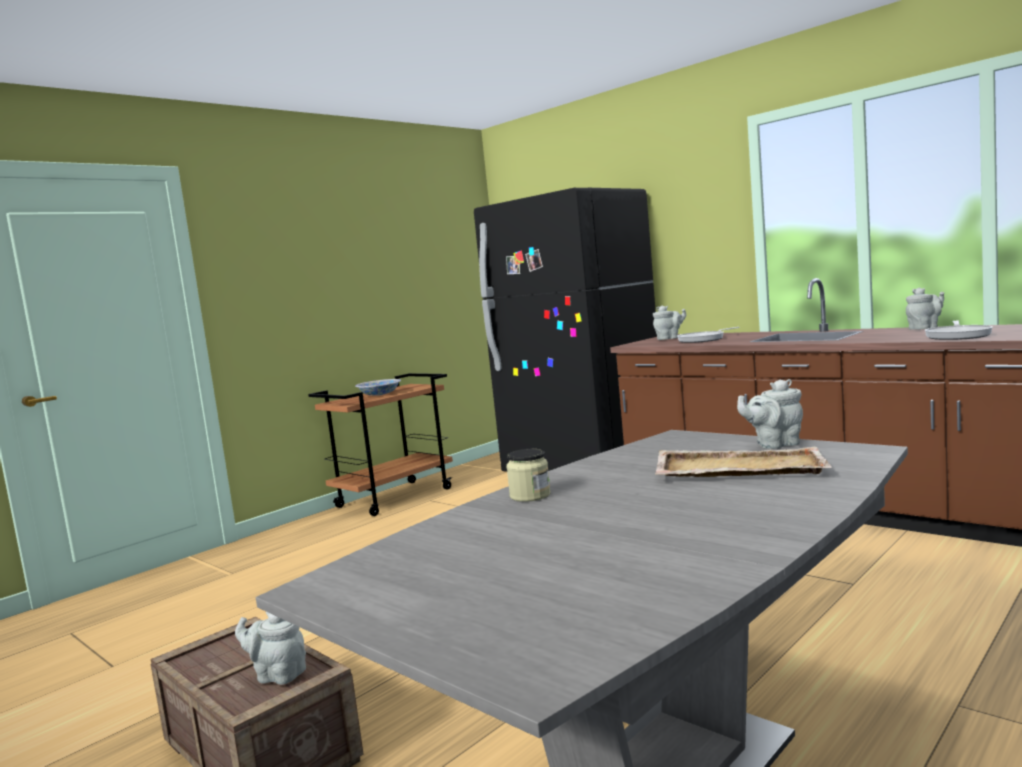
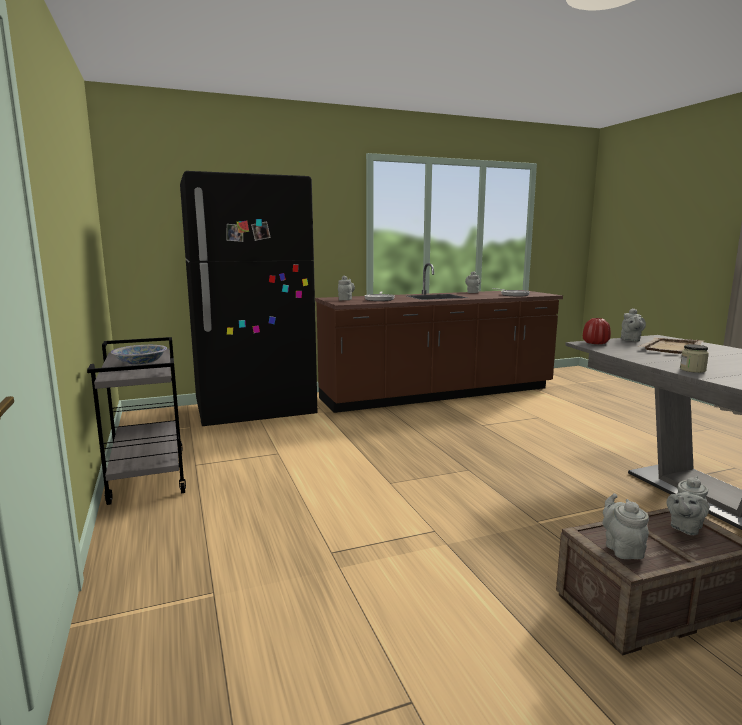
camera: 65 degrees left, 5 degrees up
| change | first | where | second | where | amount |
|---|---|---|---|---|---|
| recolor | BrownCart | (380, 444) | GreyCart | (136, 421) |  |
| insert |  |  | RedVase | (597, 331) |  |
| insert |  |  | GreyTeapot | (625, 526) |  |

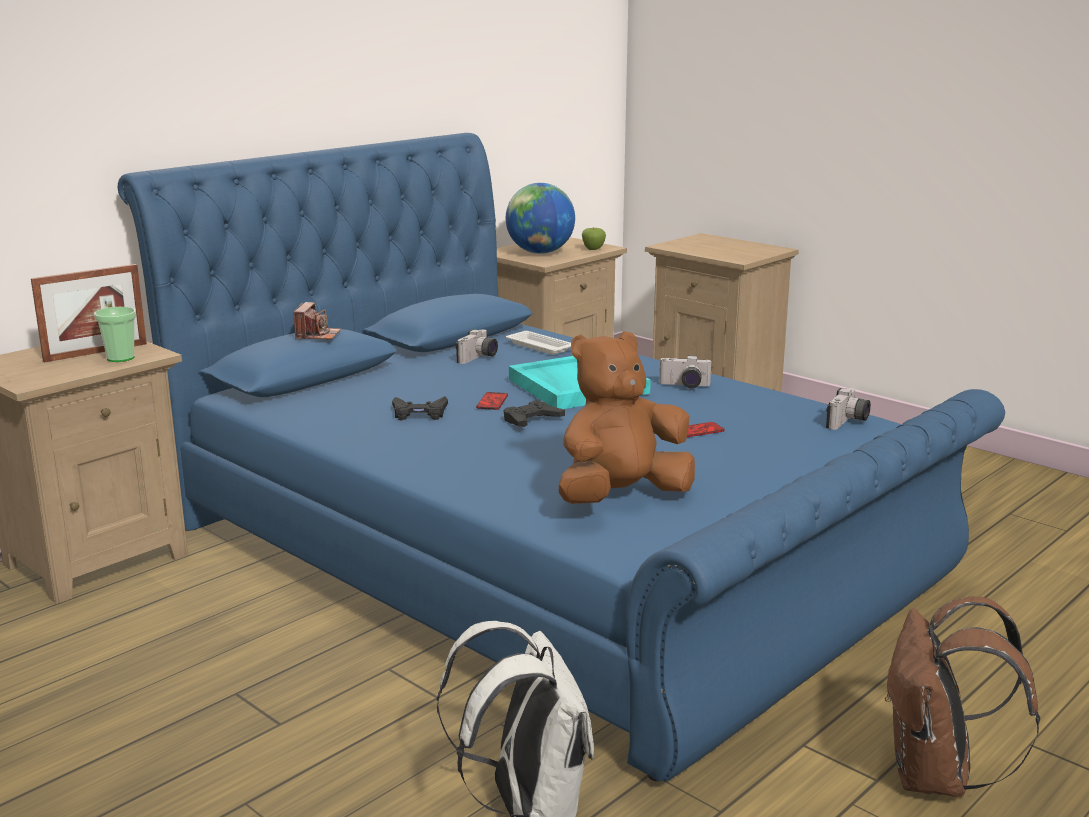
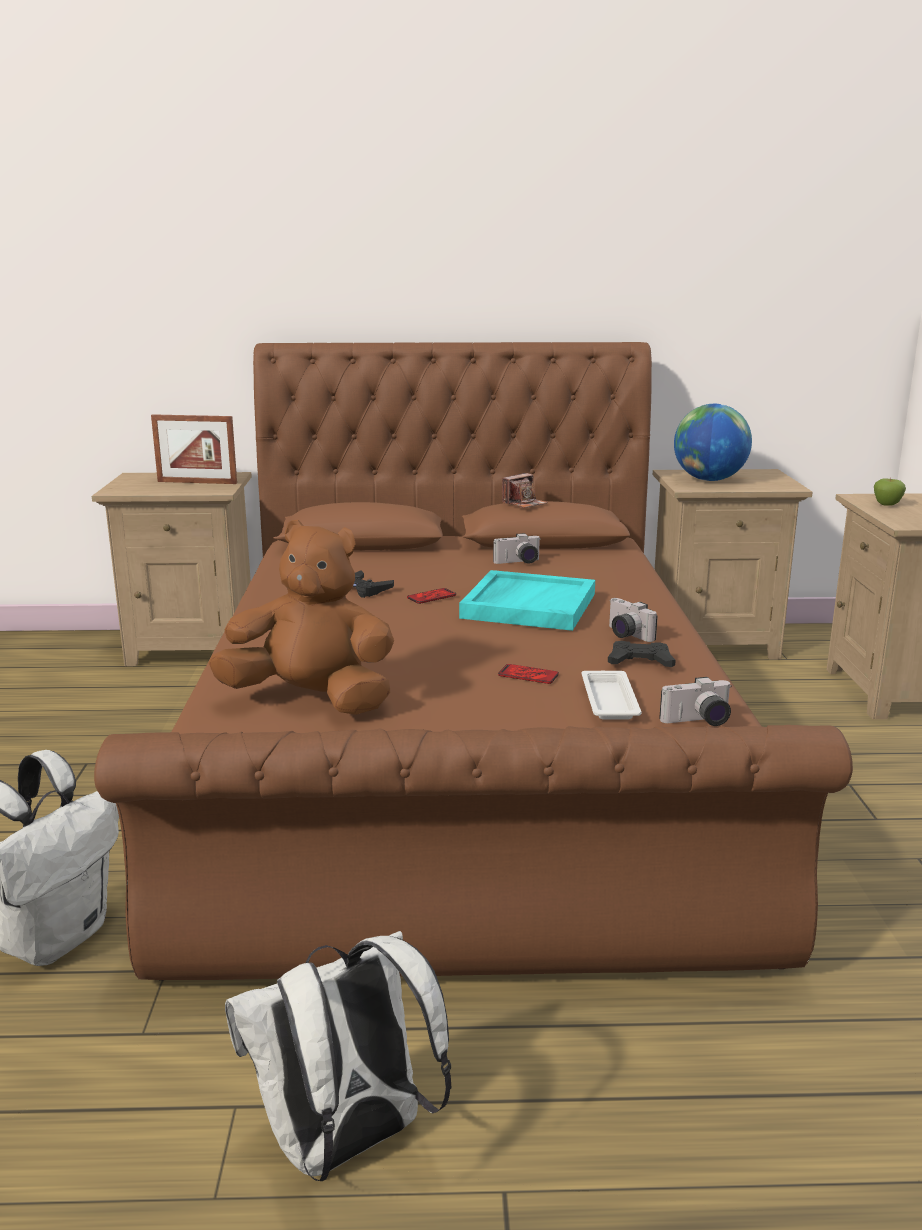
camera: 45 degrees right, 0 degrees up
| change | first | where | second | where | amount |
|---|---|---|---|---|---|
| recolor | BlueBed | (561, 457) | BrownBed | (473, 661) |  |
| recolor | BrownBackpack | (962, 696) | WhiteBackpack | (338, 1056) |  |
| move | PhotoCamera | (317, 320) |  | (525, 490) |  |
| move | WhiteTray | (538, 343) |  | (611, 695) |  |
| move | BlackGameController | (534, 413) |  | (642, 654) |  |
| move | Apple | (594, 238) |  | (890, 492) |  |
| delete | Cup | (115, 334) |  |  |  |

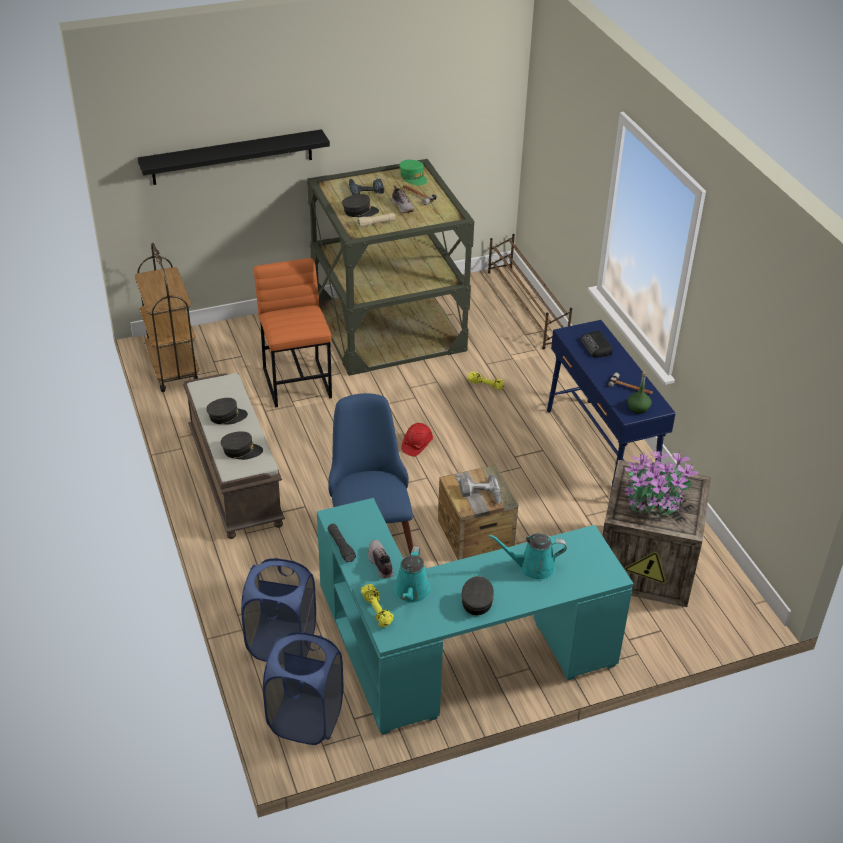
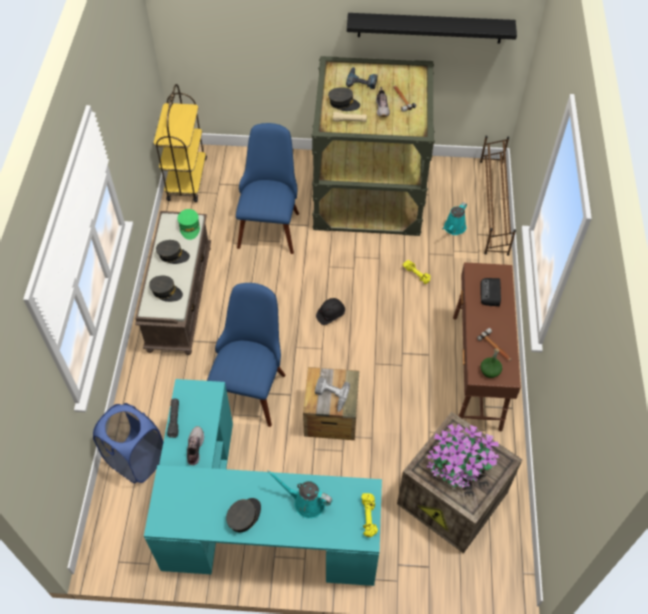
camera: 25 degrees right, 15 degrees up
| change | first | where | second | where | amount |
|---|---|---|---|---|---|
| recolor | BrownCart | (167, 317) | YellowCart | (180, 143) |  |
| move | GreenCap | (413, 173) |  | (188, 224) |  |
| replace | OrangeStool | (293, 333) | BlueChair | (267, 188) |  |
| recolor | RedHardHat | (417, 439) | BlackHardHat | (330, 311) |  |
| move | BlackShelf | (233, 157) |  | (432, 28) |  |
| move | YellowDumbbell | (377, 606) |  | (369, 515) |  |
| move | TurquoiseWateringCan | (412, 575) |  | (454, 218) |  |
| recolor | BlueConsoleTable | (611, 407) | BrownConsoleTable | (487, 346) |  |
| delete | BlueLaundryBasket | (303, 688) |  |  |  |

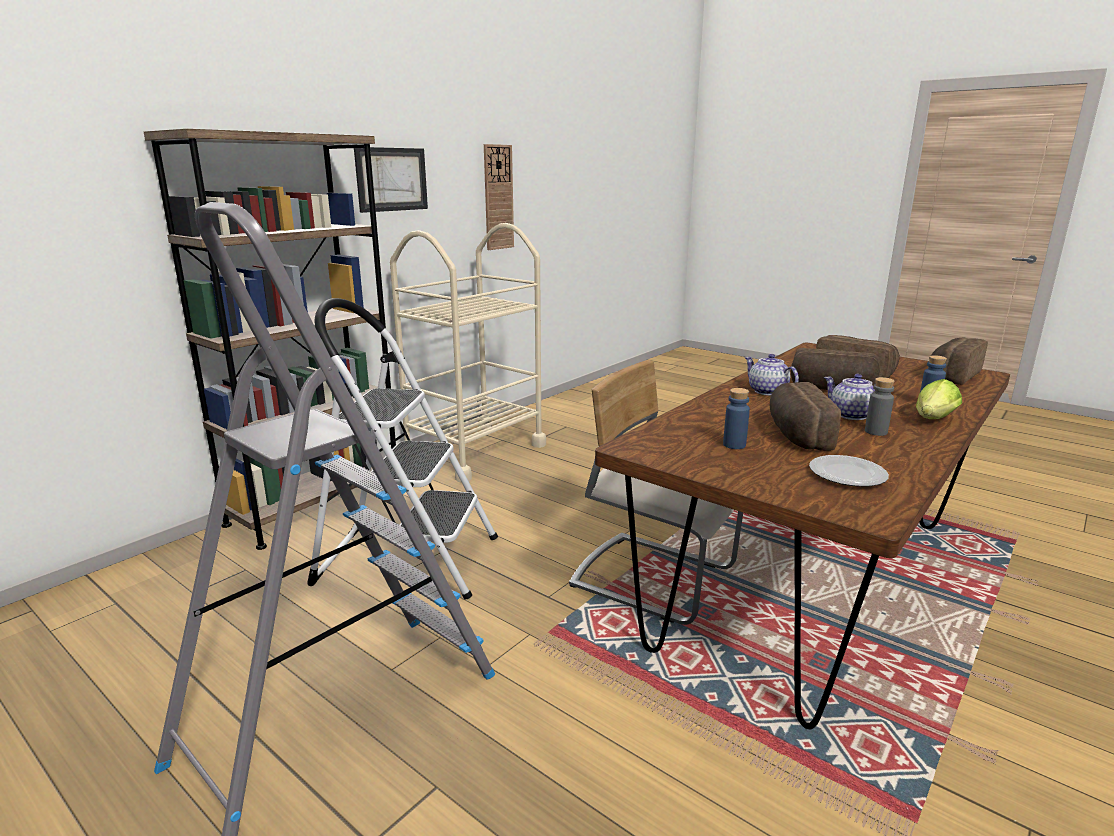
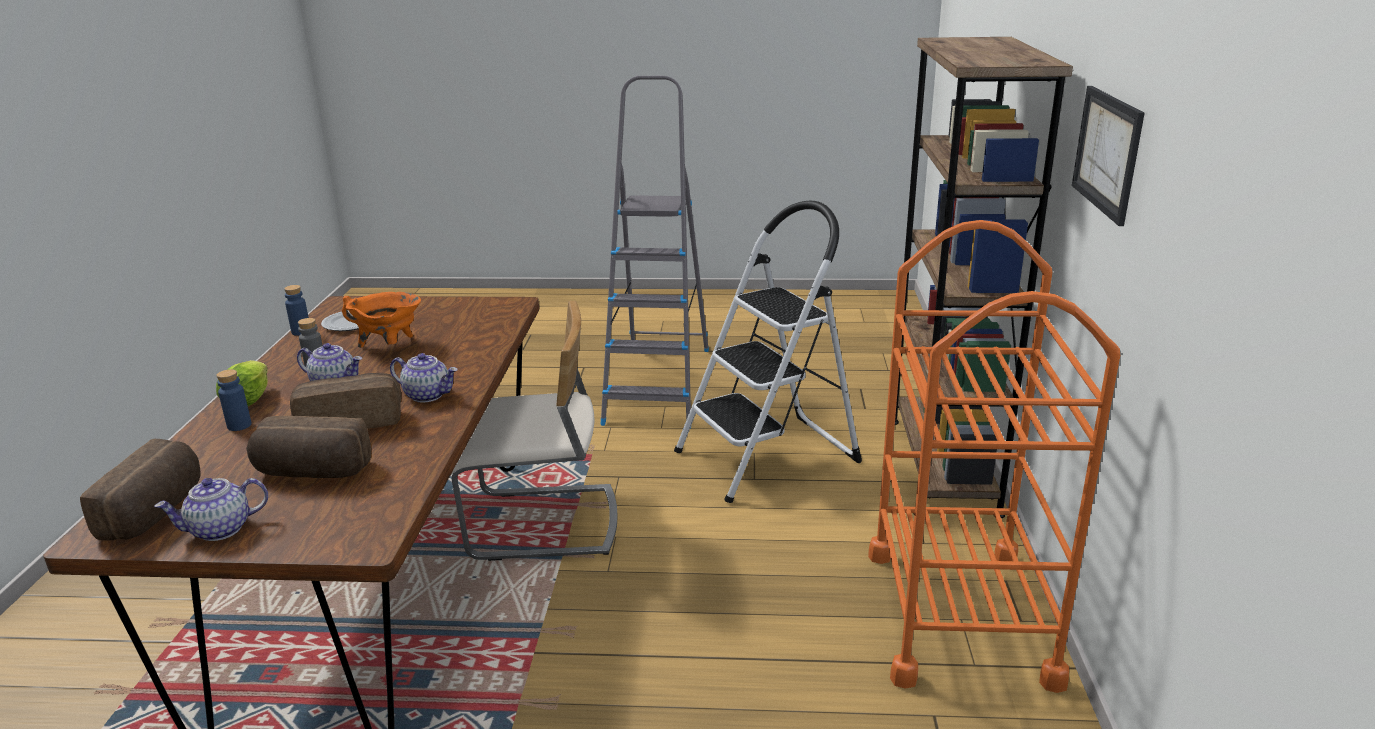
camera: 145 degrees right, 5 degrees up
| change | first | where | second | where | amount |
|---|---|---|---|---|---|
| insert |  |  | Teapot | (211, 509) |  |
| move | BlueBottle | (736, 418) |  | (296, 310) |  |
| replace | Bread | (805, 416) | OrangeCookingPot | (381, 320) |  |
| recolor | BeigeCart | (468, 353) | OrangeCart | (994, 456) |  |
| delete | WallClock | (499, 197) |  |  |  |

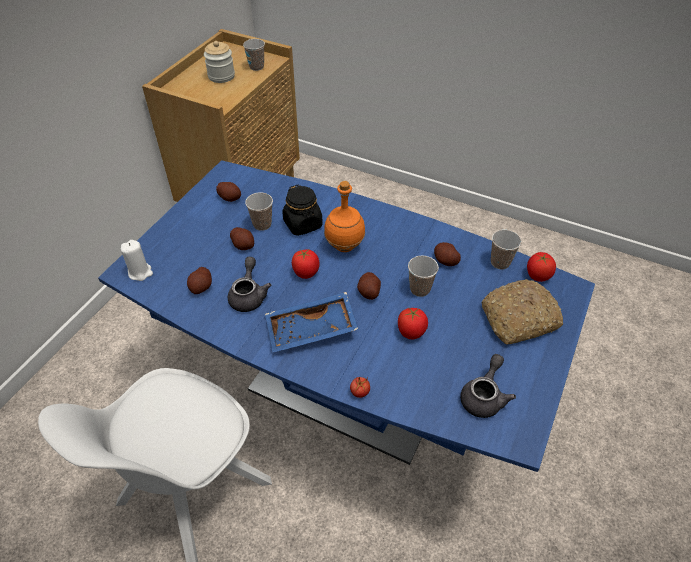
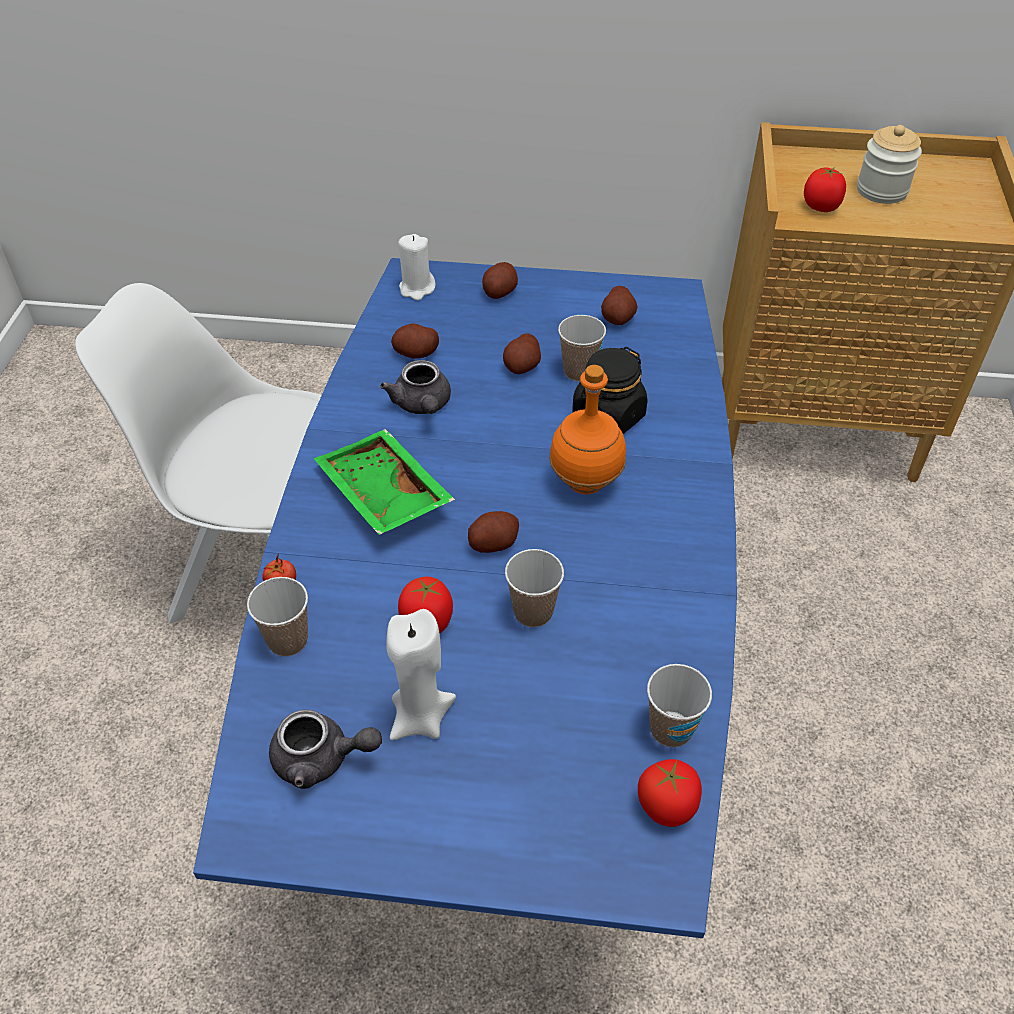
camera: 70 degrees right, 0 degrees up
| change | first | where | second | where | amount |
|---|---|---|---|---|---|
| move | Cup | (254, 55) |  | (277, 616) |  |
| recolor | BlueTray | (311, 322) | GreenTray | (384, 482) |  |
| rotate | GreyTeapot | (249, 284) |  | (415, 387) | 90 degrees clockwise |
| insert |  |  | WhiteCandle | (421, 674) |  |
| move | Potato | (447, 254) |  | (500, 280) |  |
| move | Tomato | (306, 264) |  | (825, 189) |  |
| delete | Bread | (522, 311) |  |  |  |

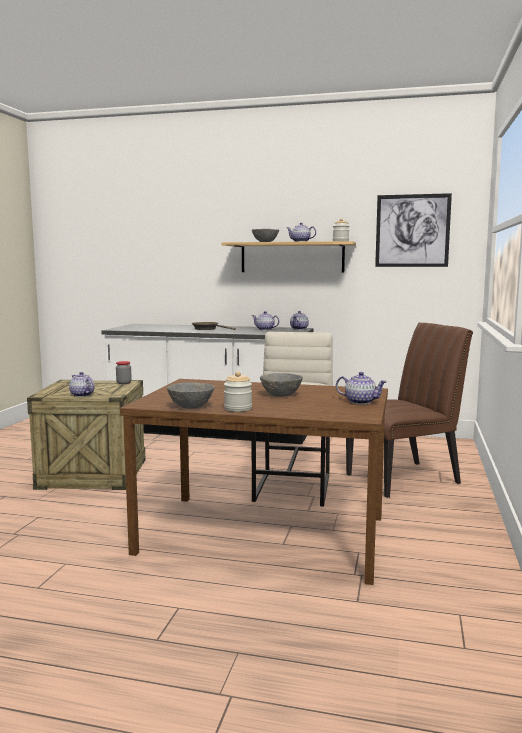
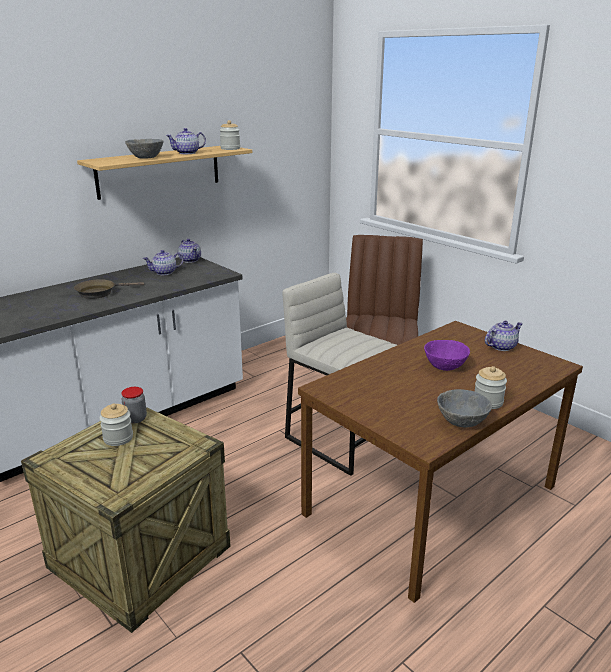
camera: 55 degrees left, 15 degrees up
| change | first | where | second | where | amount |
|---|---|---|---|---|---|
| insert |  |  | Jar | (116, 424) |  |
| recolor | GreyBowl | (281, 385) | PurpleBowl | (447, 355) |  |
| delete | Teapot | (82, 384) |  |  |  |
| delete | Picture | (413, 230) |  |  |  |

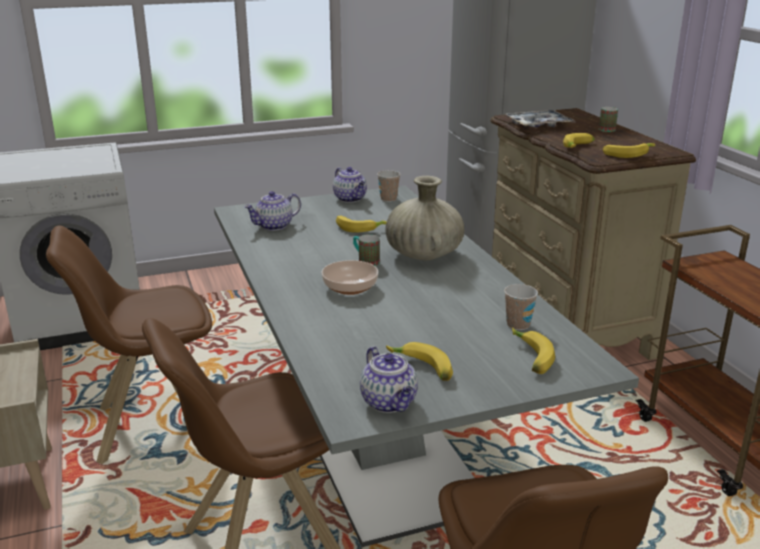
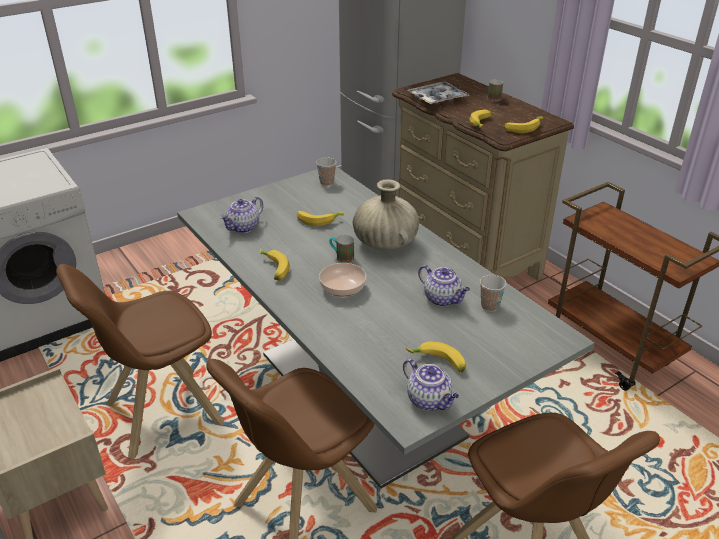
camera: 15 degrees left, 10 degrees up
| change | first | where | second | where | amount |
|---|---|---|---|---|---|
| move | Banana | (533, 350) |  | (275, 265) |  |
| move | Teapot | (350, 185) |  | (444, 285) |  |

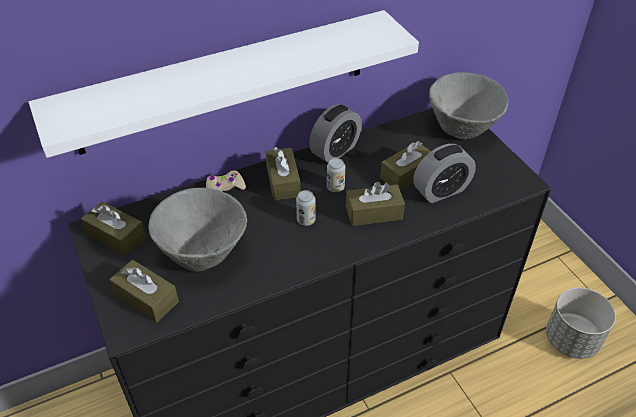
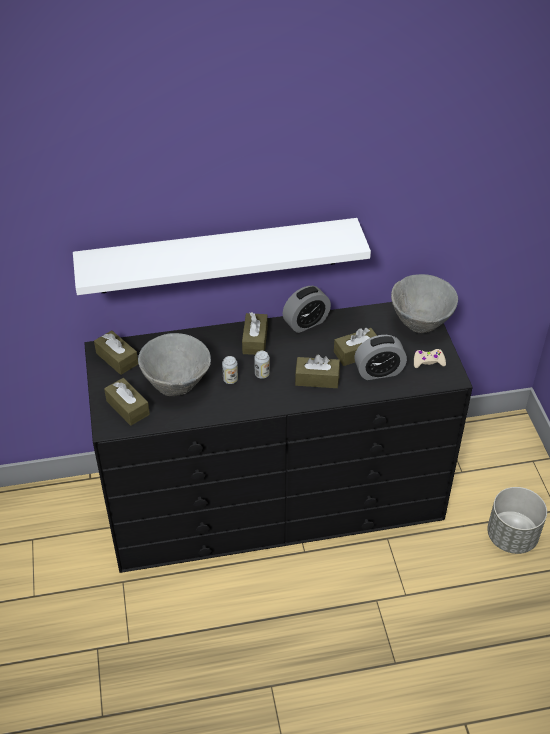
camera: 15 degrees right, 0 degrees up
| change | first | where | second | where | amount |
|---|---|---|---|---|---|
| move | Can | (336, 175) |  | (230, 370) |  |
| move | BeigeGameController | (226, 180) |  | (430, 358) |  |

